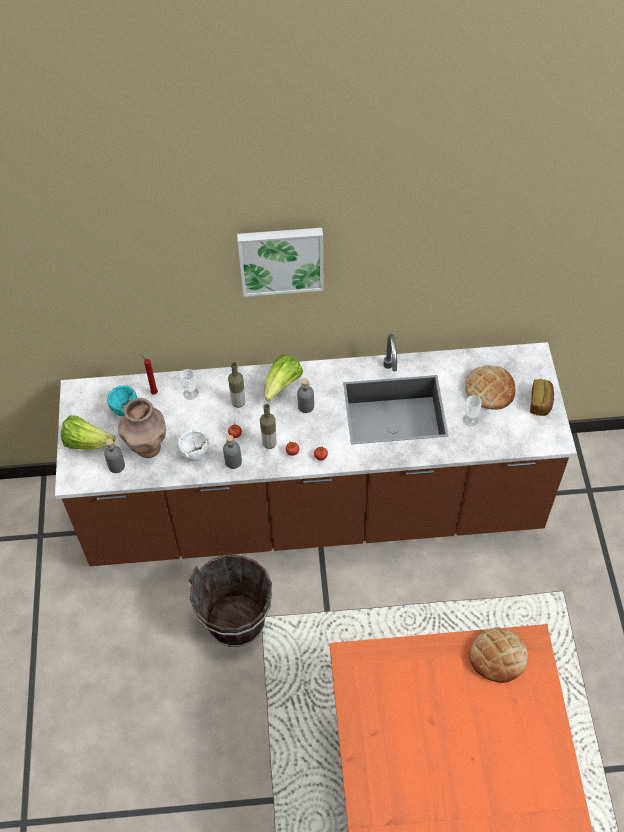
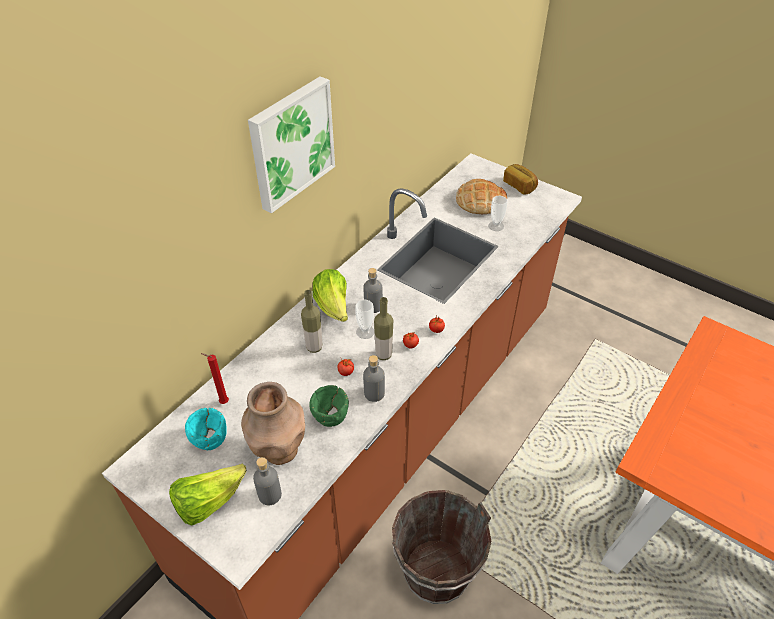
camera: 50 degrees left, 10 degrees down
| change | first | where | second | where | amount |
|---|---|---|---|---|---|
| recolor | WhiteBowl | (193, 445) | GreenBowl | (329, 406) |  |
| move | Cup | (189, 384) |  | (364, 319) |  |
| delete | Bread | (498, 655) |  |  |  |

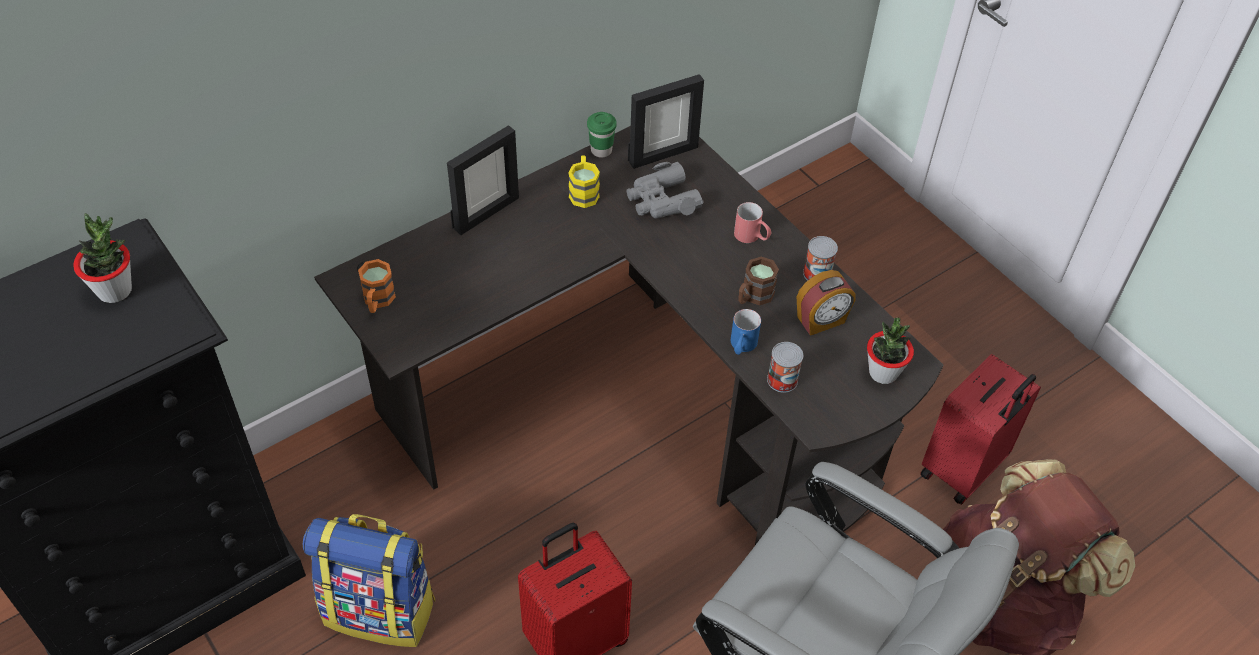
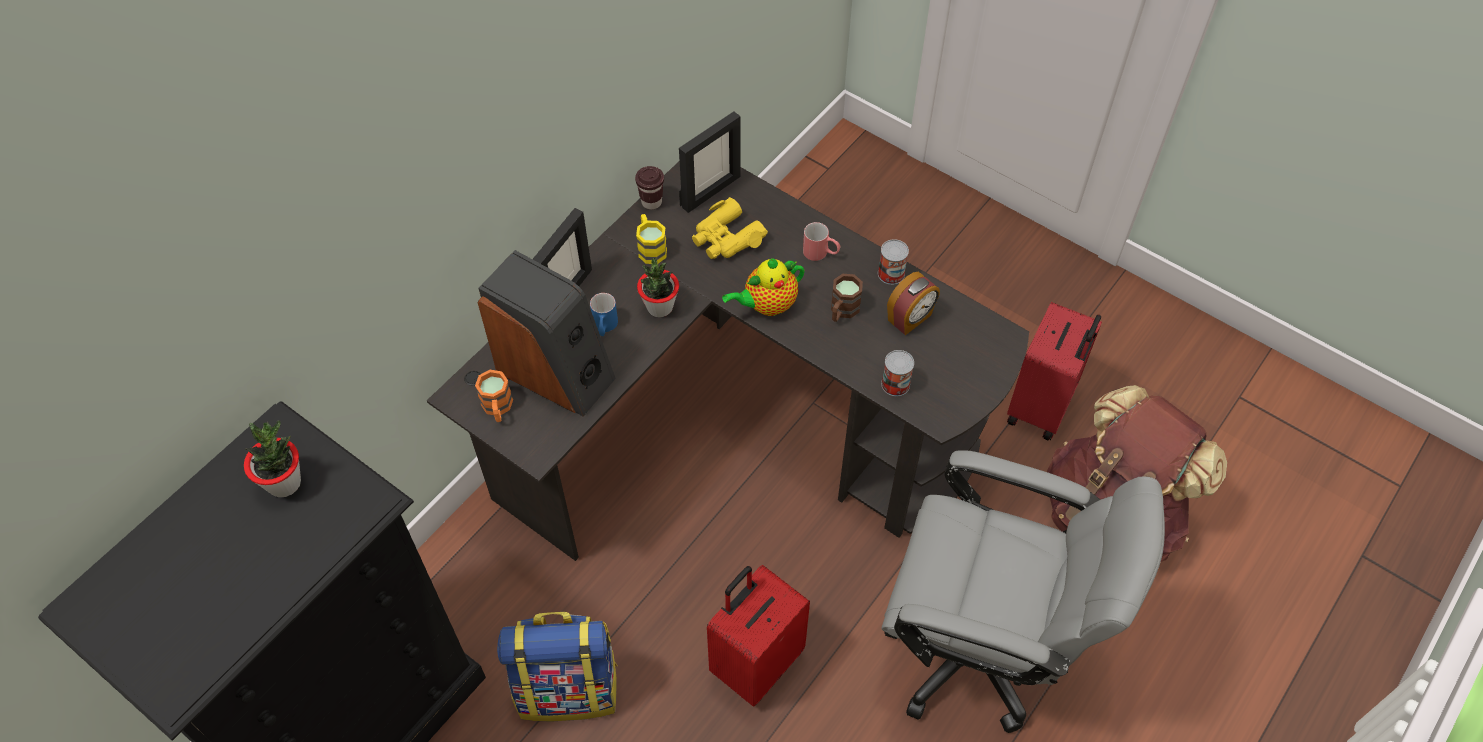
camera: 15 degrees left, 5 degrees up
| change | first | where | second | where | amount |
|---|---|---|---|---|---|
| insert |  |  | Speaker | (547, 333) |  |
| move | BlueMug | (746, 332) |  | (604, 314) |  |
| recolor | GreenCup | (602, 135) | BrownCup | (649, 188) |  |
| move | PottedPlant | (890, 351) |  | (658, 287) |  |
| recolor | GreyBinoculars | (665, 190) | YellowBinoculars | (730, 228) |  |
| insert |  |  | Teapot | (763, 287) |  |

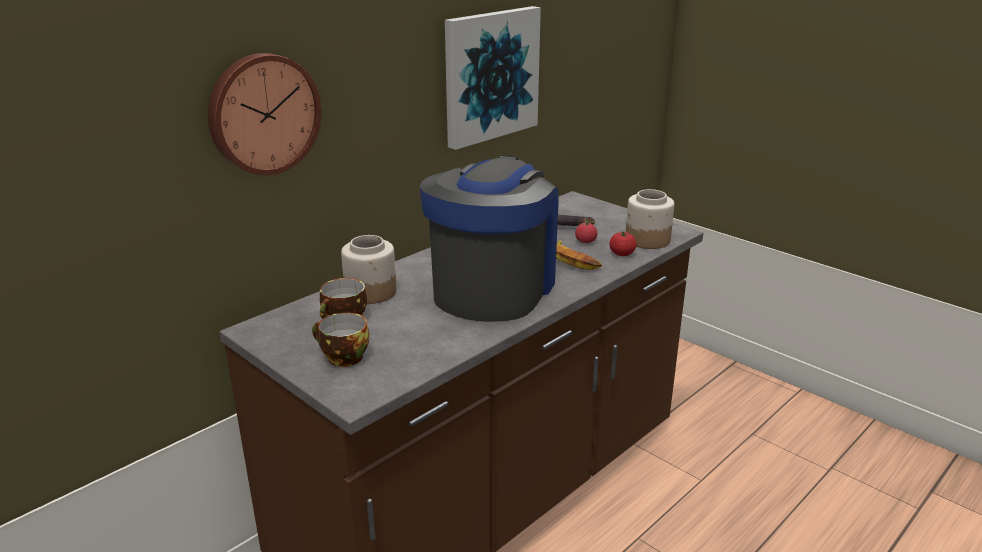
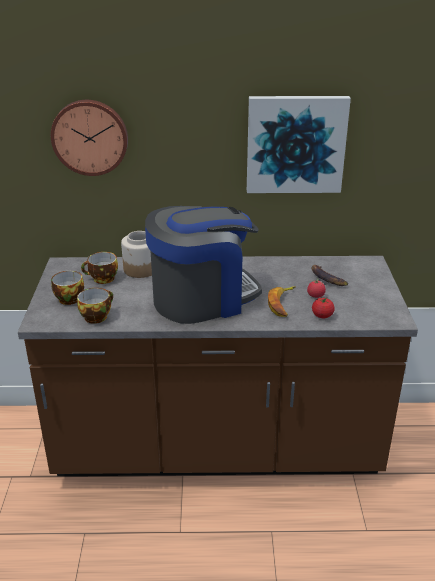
camera: 45 degrees right, 5 degrees up
| change | first | where | second | where | amount |
|---|---|---|---|---|---|
| insert |  |  | Cup | (95, 306) |  |
| delete | Jar | (650, 219) |  |  |  |

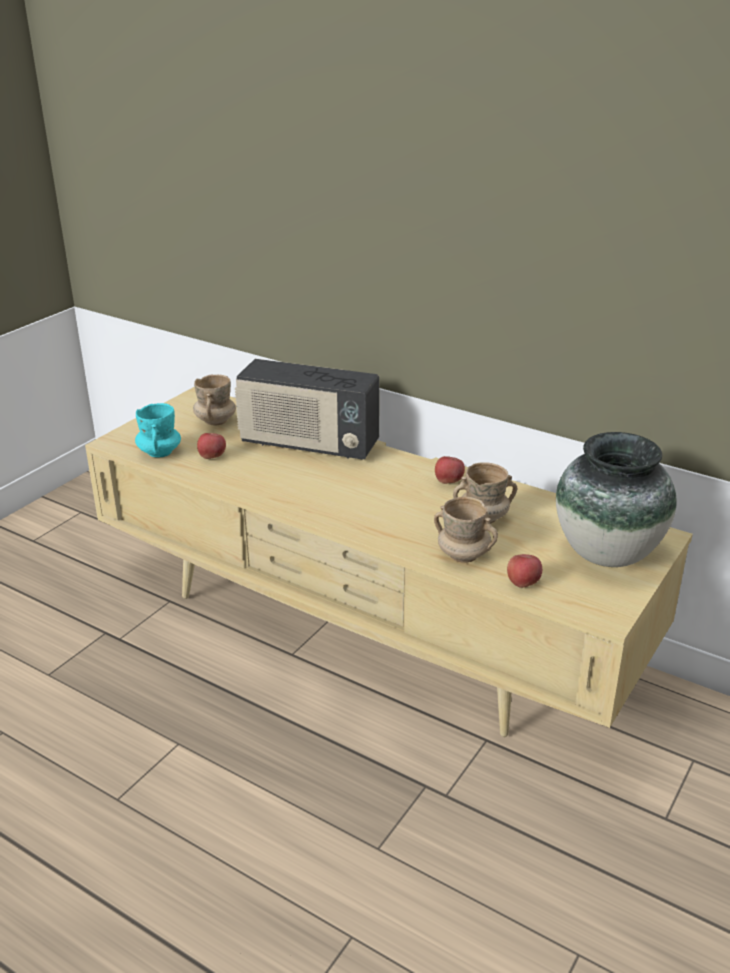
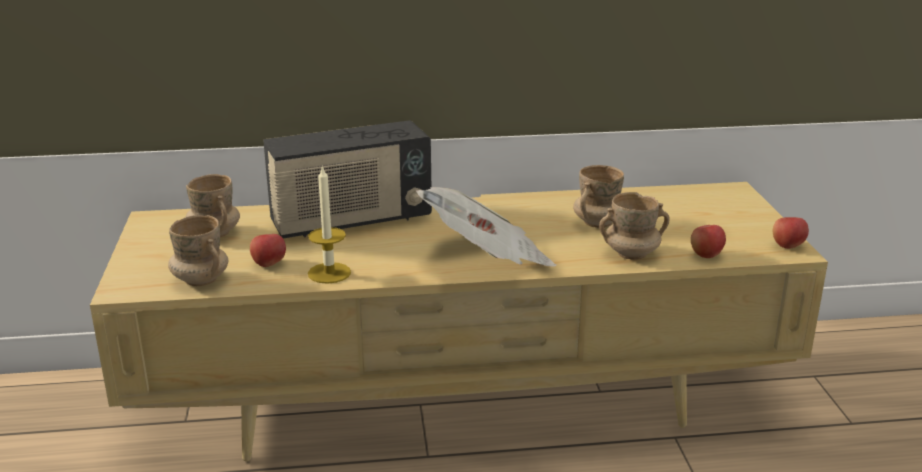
camera: 40 degrees left, 5 degrees down
| change | first | where | second | where | amount |
|---|---|---|---|---|---|
| recolor | TurquoiseMug | (158, 430) | BeigeMug | (198, 250) |  |
| insert |  |  | Candle | (329, 224) |  |
| insert |  |  | Newspaper | (486, 227) |  |
| move | Apple | (450, 470) |  | (791, 233) |  |
| delete | Vase | (616, 499) |  |  |  |

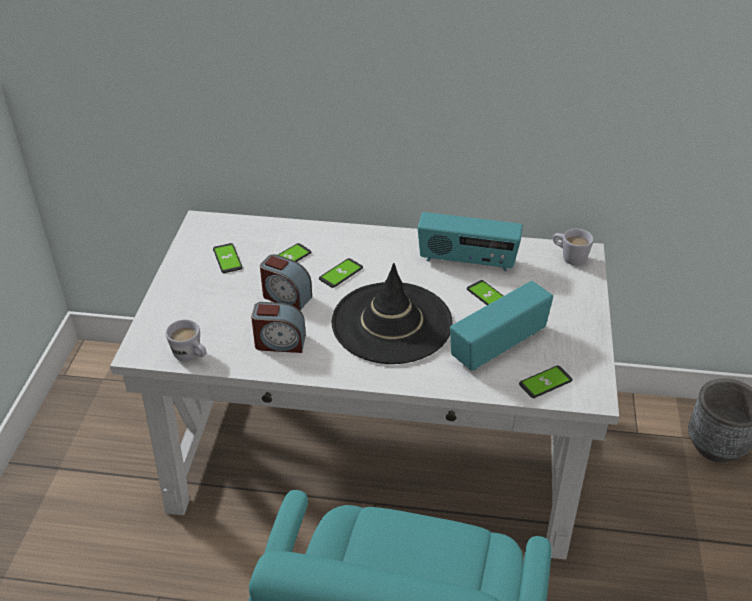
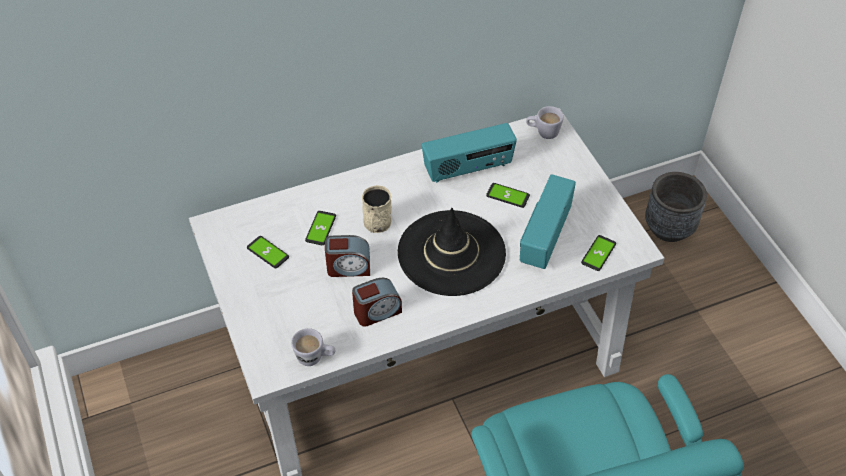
camera: 30 degrees left, 10 degrees up
| change | first | where | second | where | amount |
|---|---|---|---|---|---|
| replace | Phone | (341, 273) | BeigeMug | (377, 209) |  |

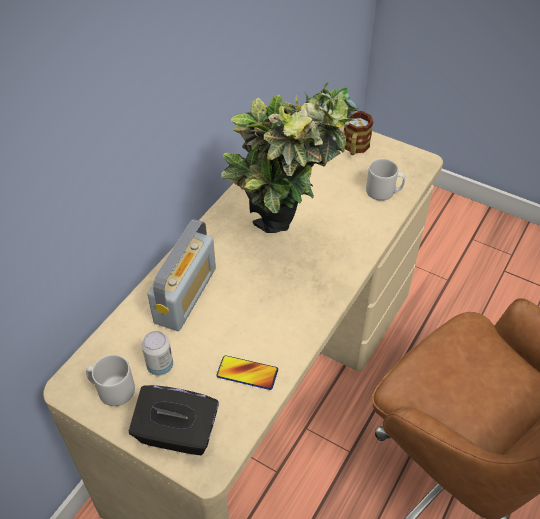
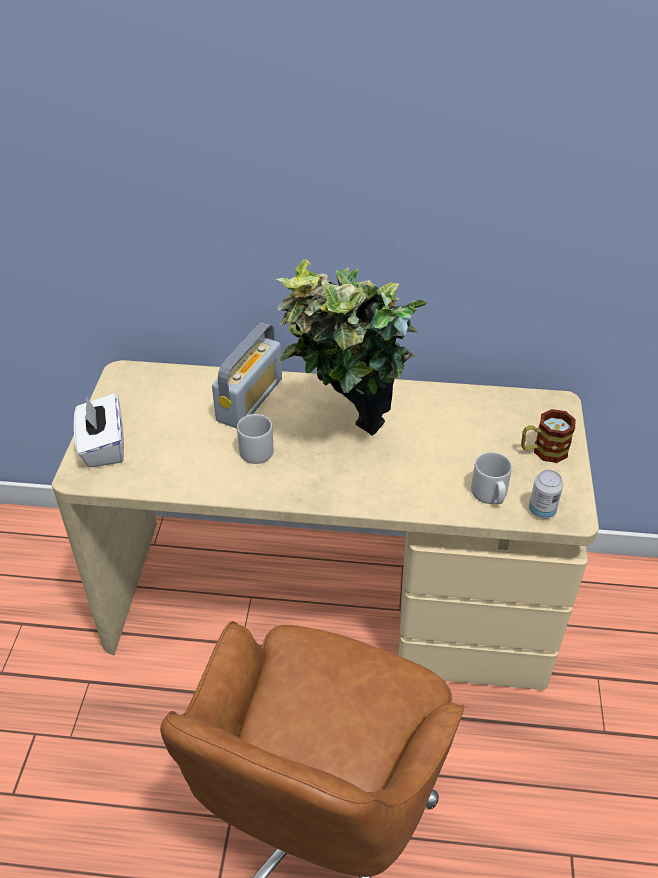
camera: 65 degrees right, 5 degrees down
| change | first | where | second | where | amount |
|---|---|---|---|---|---|
| recolor | BlackTissueBox | (174, 420) | WhiteTissueBox | (99, 430) |  |
| rotate | Radio | (182, 275) |  | (247, 375) | 60 degrees counterclockwise |
| move | GreyMug | (110, 380) |  | (255, 439) |  |
| move | Can | (157, 353) |  | (546, 494) |  |
| delete | Phone | (247, 372) |  |  |  |

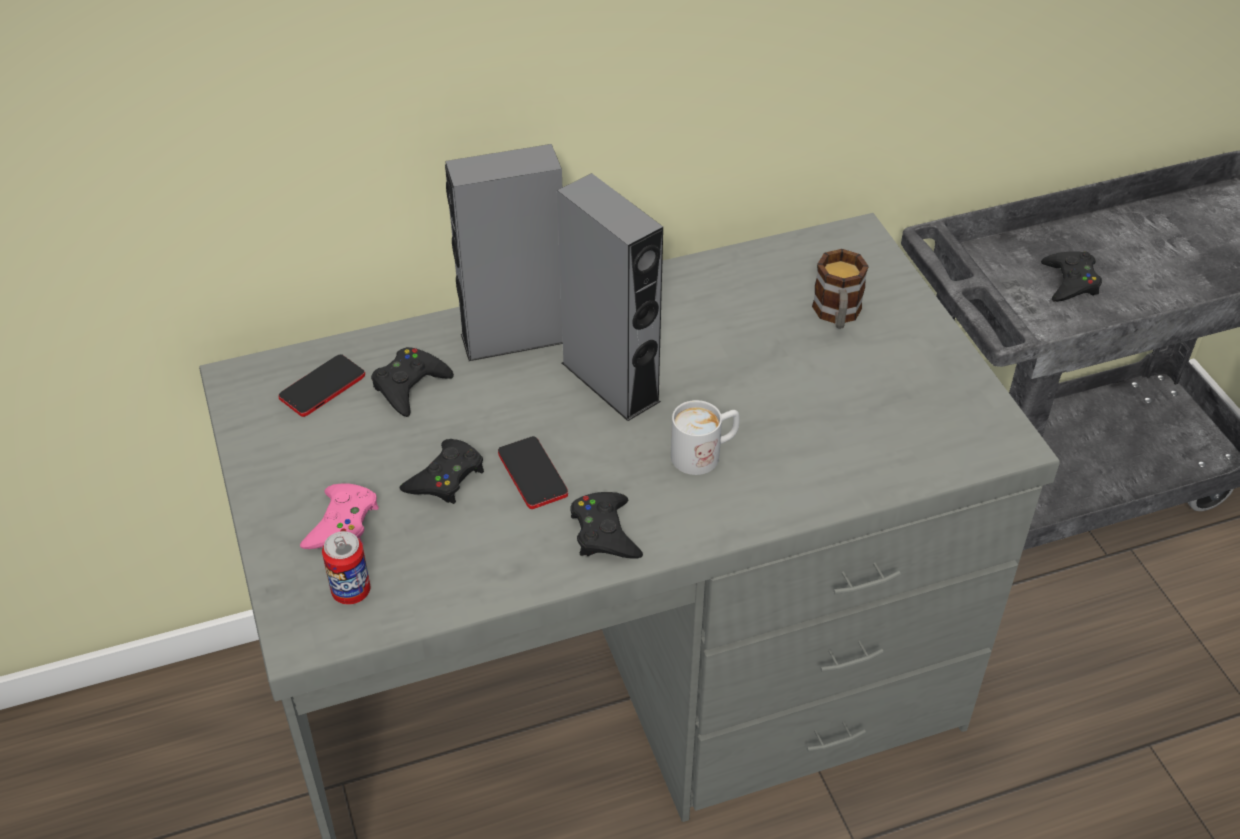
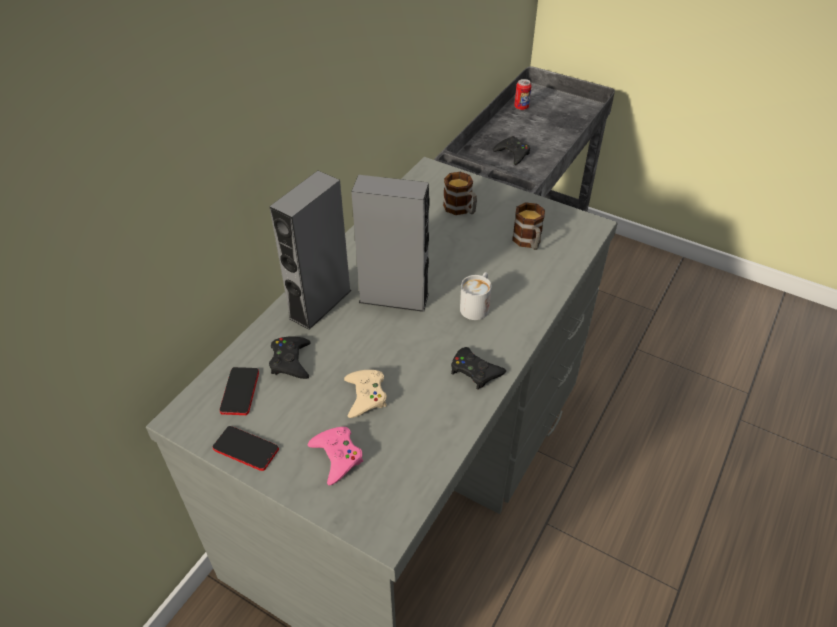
camera: 40 degrees left, 0 degrees up
| change | first | where | second | where | amount |
|---|---|---|---|---|---|
| move | Phone | (533, 472) |  | (245, 448) |  |
| recolor | BlackGameController | (442, 471) | BeigeGameController | (365, 394) |  |
| insert |  |  | Mug | (528, 226) |  |
| move | Can | (346, 568) |  | (523, 94) |  |

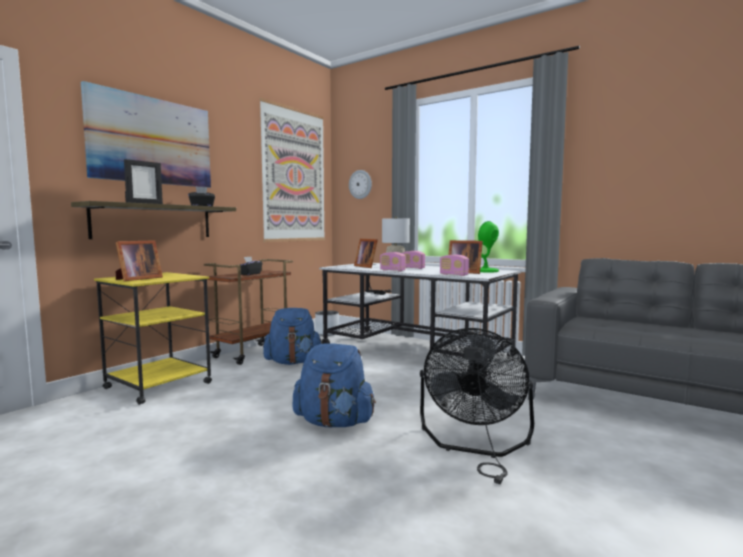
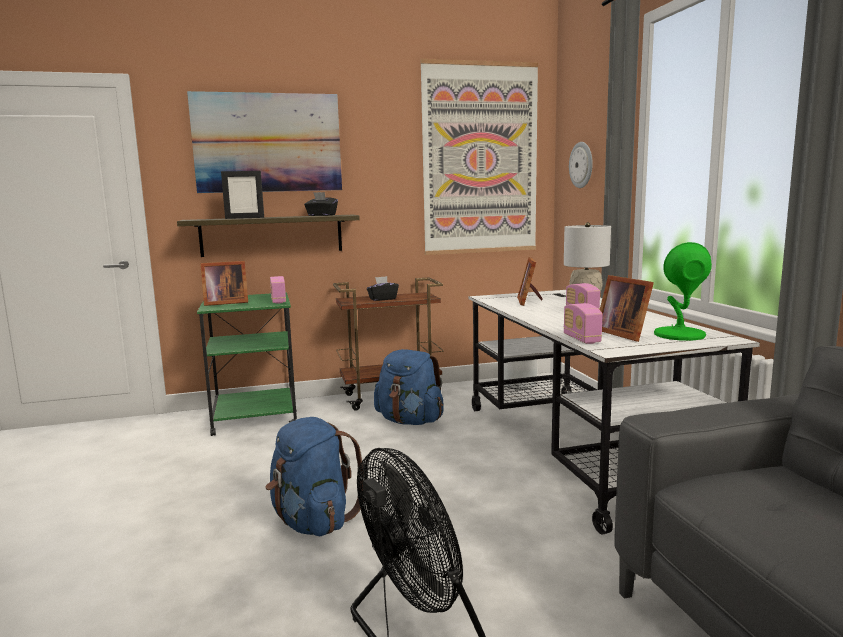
camera: 40 degrees right, 5 degrees up
| change | first | where | second | where | amount |
|---|---|---|---|---|---|
| recolor | YellowCart | (153, 338) | GreenCart | (247, 364) |  |
| move | Radio | (393, 261) |  | (278, 290) |  |

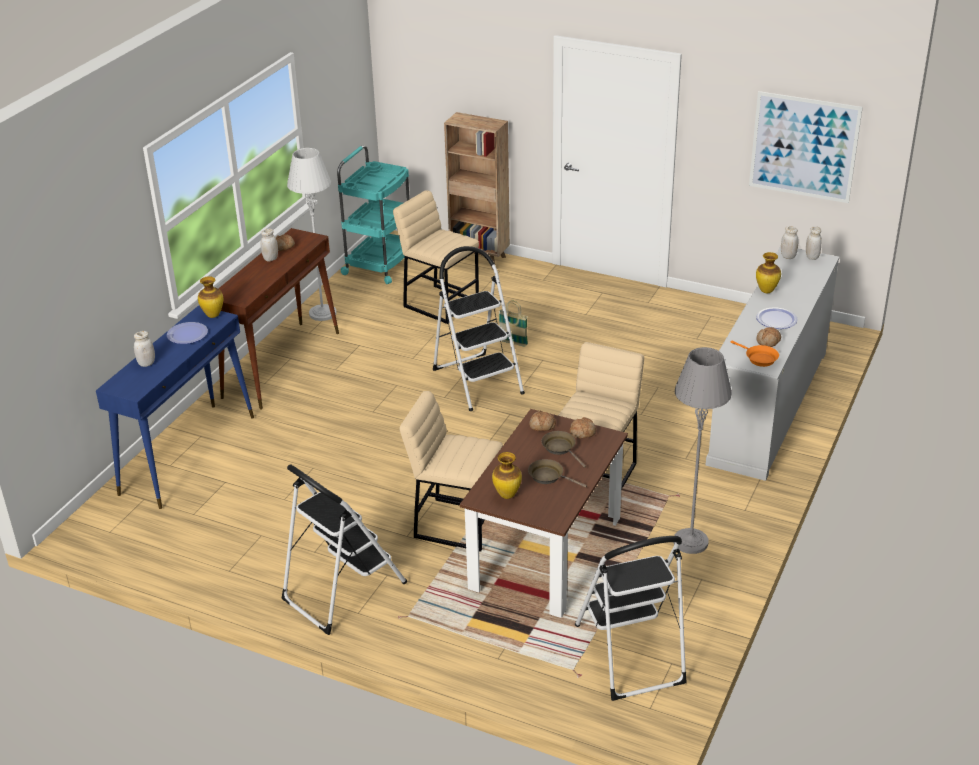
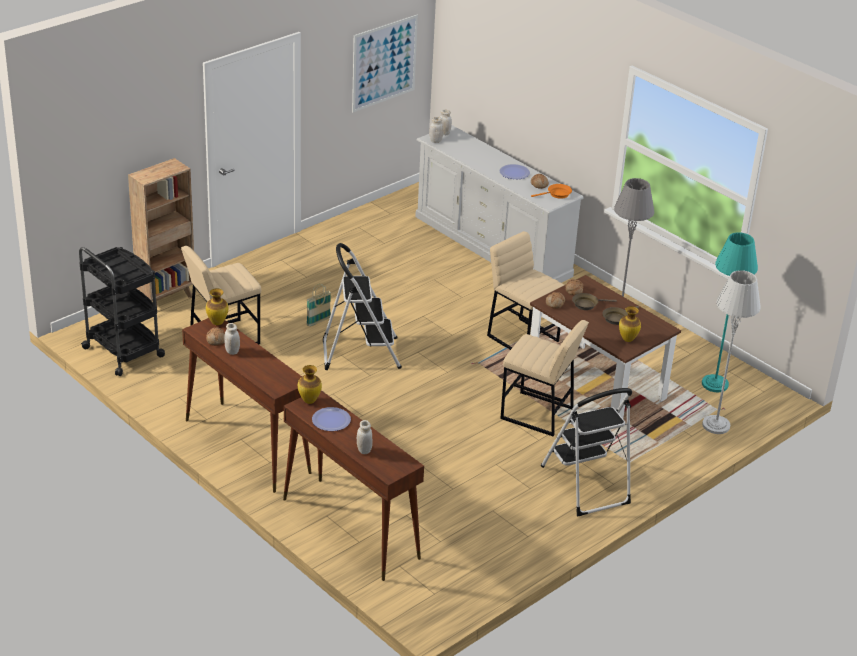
camera: 70 degrees left, 0 degrees up
| change | first | where | second | where | amount |
|---|---|---|---|---|---|
| recolor | TurquoiseCart | (373, 214) | BlackCart | (122, 311) |  |
| move | Vase | (768, 272) |  | (217, 307) |  |
| recolor | BlueConsoleTable | (175, 407) | BrownConsoleTable | (353, 485) |  |
| rotate | BeigeChair | (451, 471) |  | (544, 378) | 105 degrees counterclockwise |
| replace | StepLadder | (631, 618) | TurquoiseFloorLamp | (730, 312) |  |
| move | GreyFloorLamp | (312, 234) |  | (731, 352) |  |

